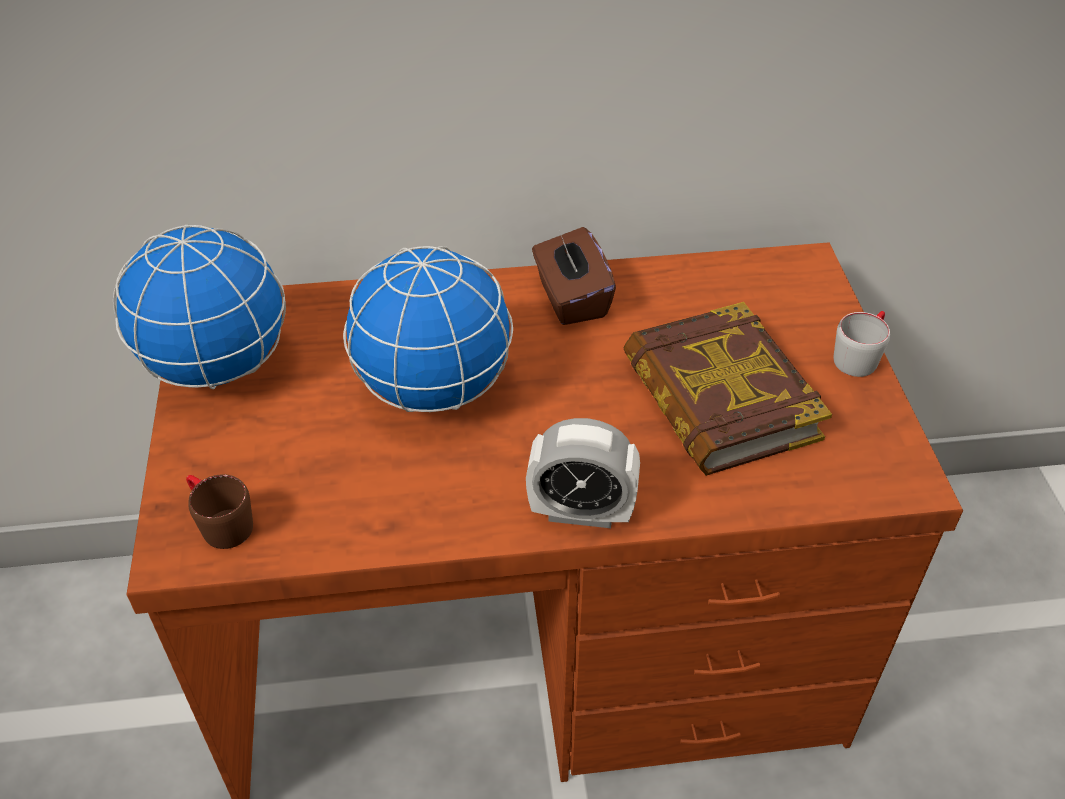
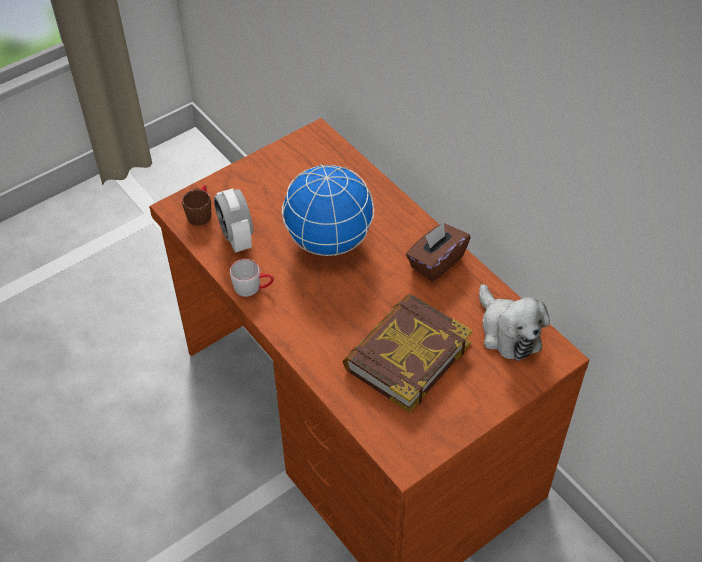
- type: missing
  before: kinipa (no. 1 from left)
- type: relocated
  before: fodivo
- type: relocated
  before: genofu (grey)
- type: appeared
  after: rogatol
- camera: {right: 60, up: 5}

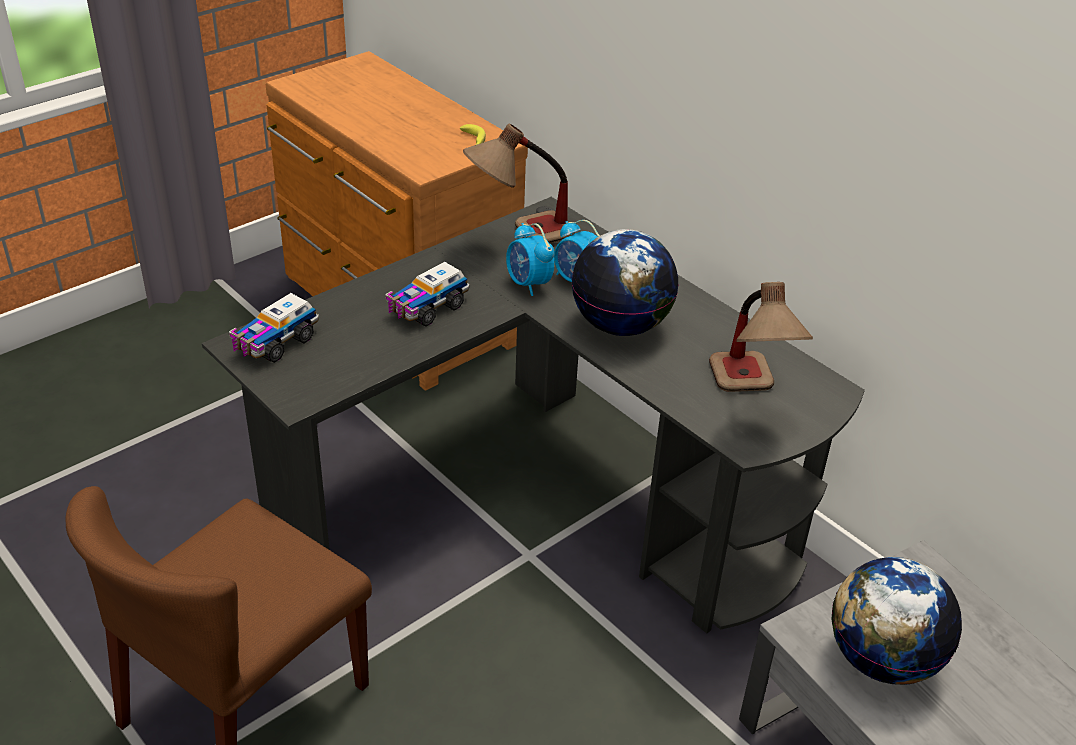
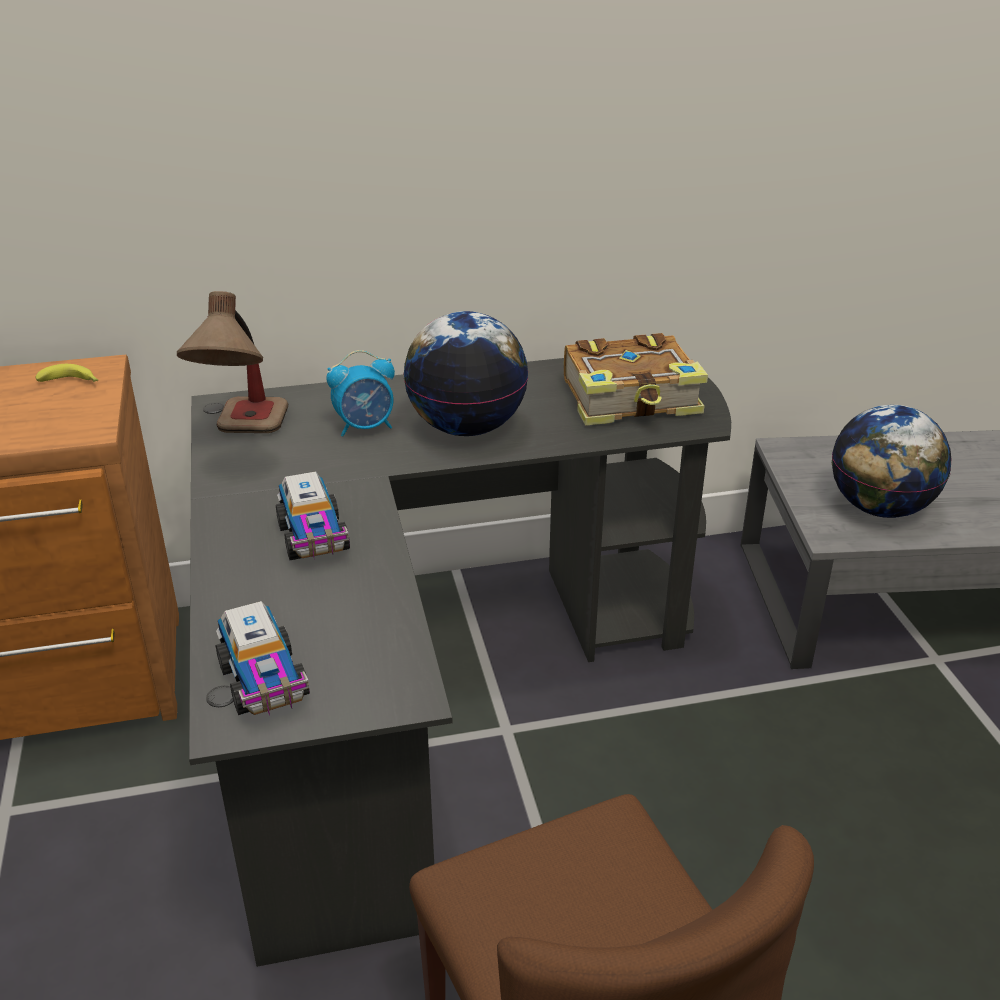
- type: missing
  before: fodivo (no. 1 from left)
- type: exchanged
  before: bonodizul (no. 2 from left)
  after: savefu
- camera: {right: -60, up: -5}

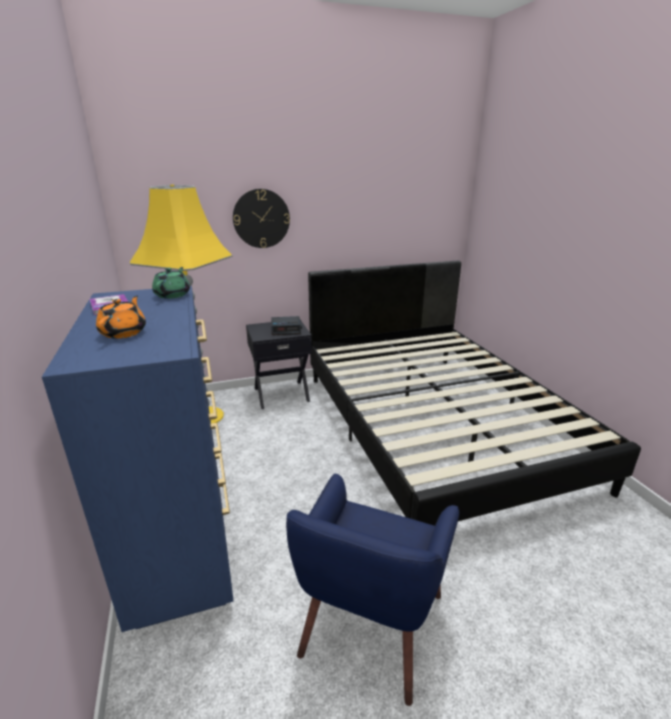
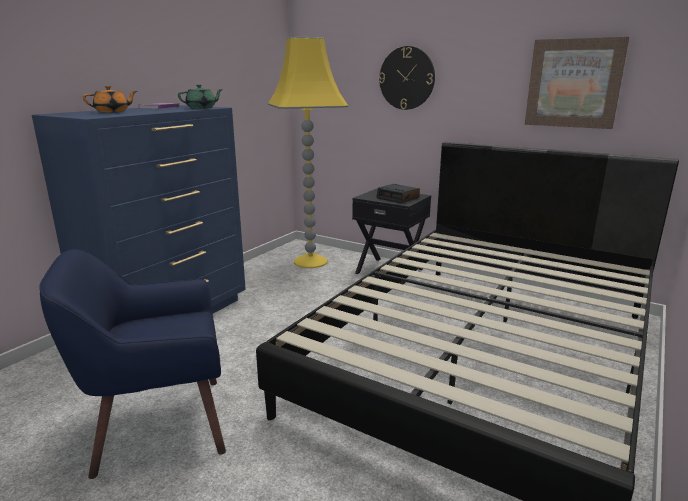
- type: appeared
  after: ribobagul
- camera: {right: 50, up: -5}

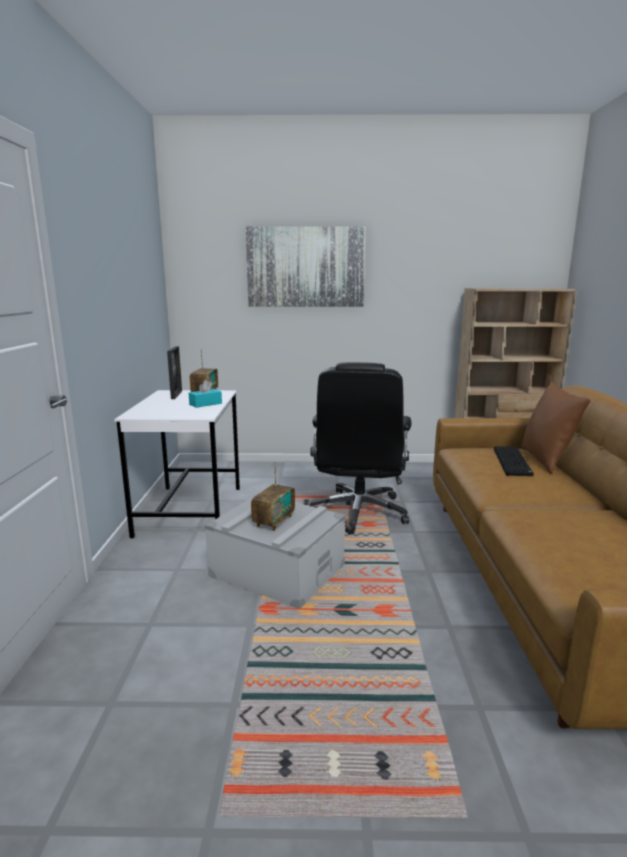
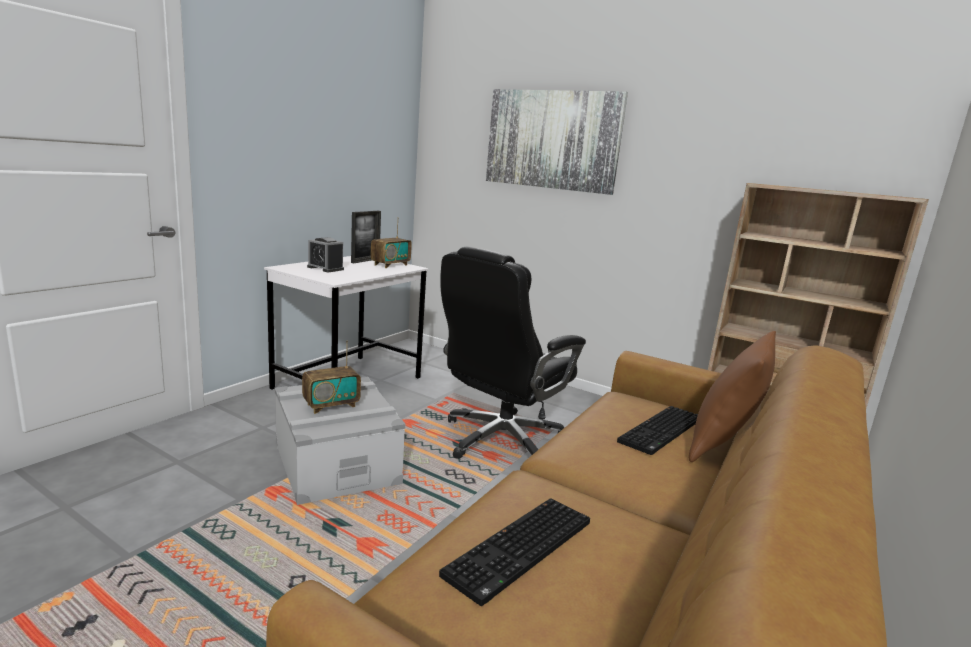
- type: missing
  before: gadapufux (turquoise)
- type: appeared
  after: fodivo
- type: appeared
  after: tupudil (no. 1 from left)
- camera: {right: 30, up: 0}

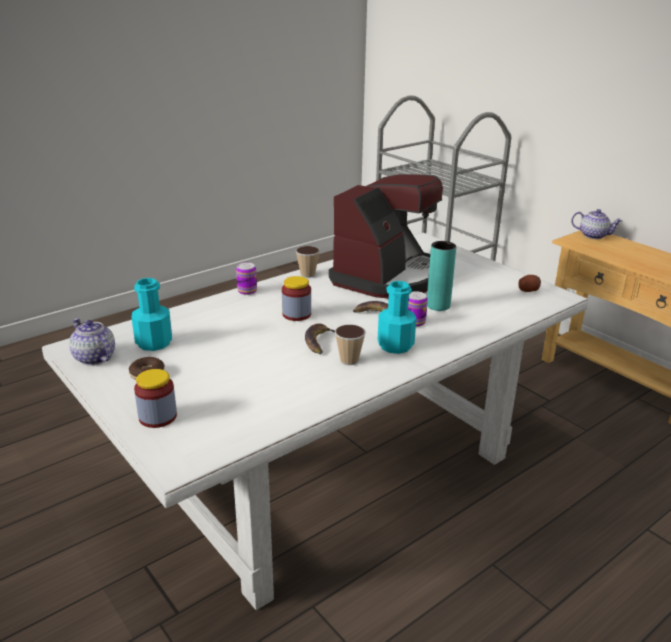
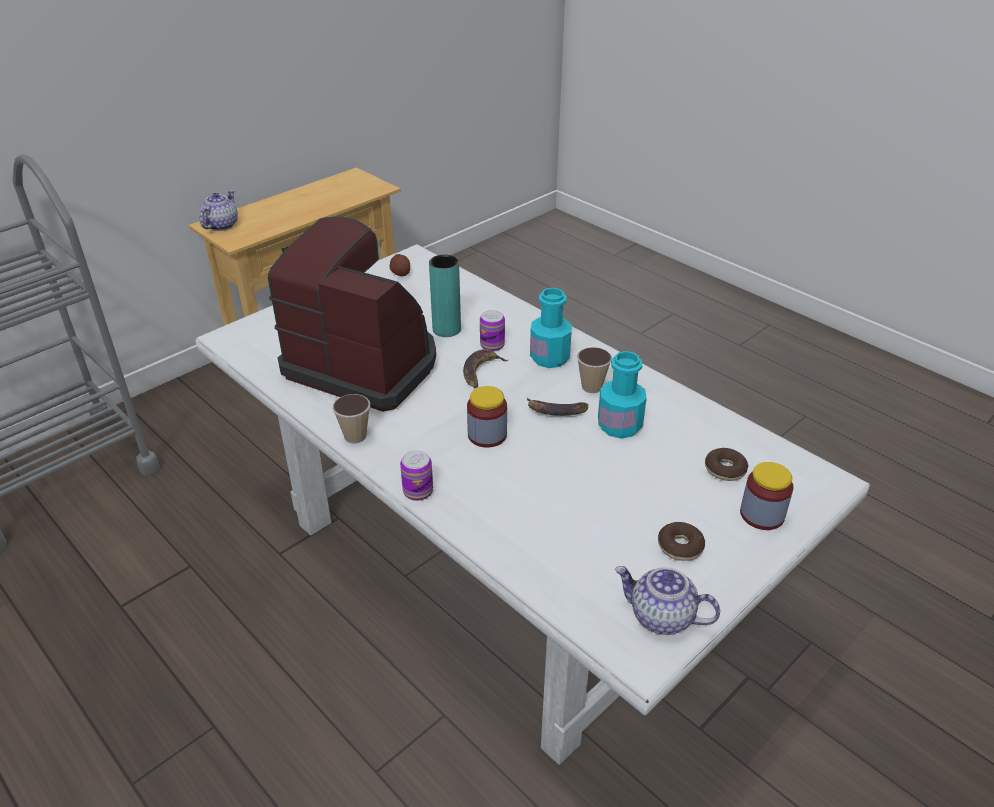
- type: spun
  before: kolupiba (no. 1 from left in the first image)
  turn: 75
- type: relocated
  before: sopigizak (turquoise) (no. 1 from left in the first image)
  after: sopigizak (turquoise) (no. 2 from left)
- type: appeared
  after: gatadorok (no. 2 from left)
- camera: {right: -95, up: 10}

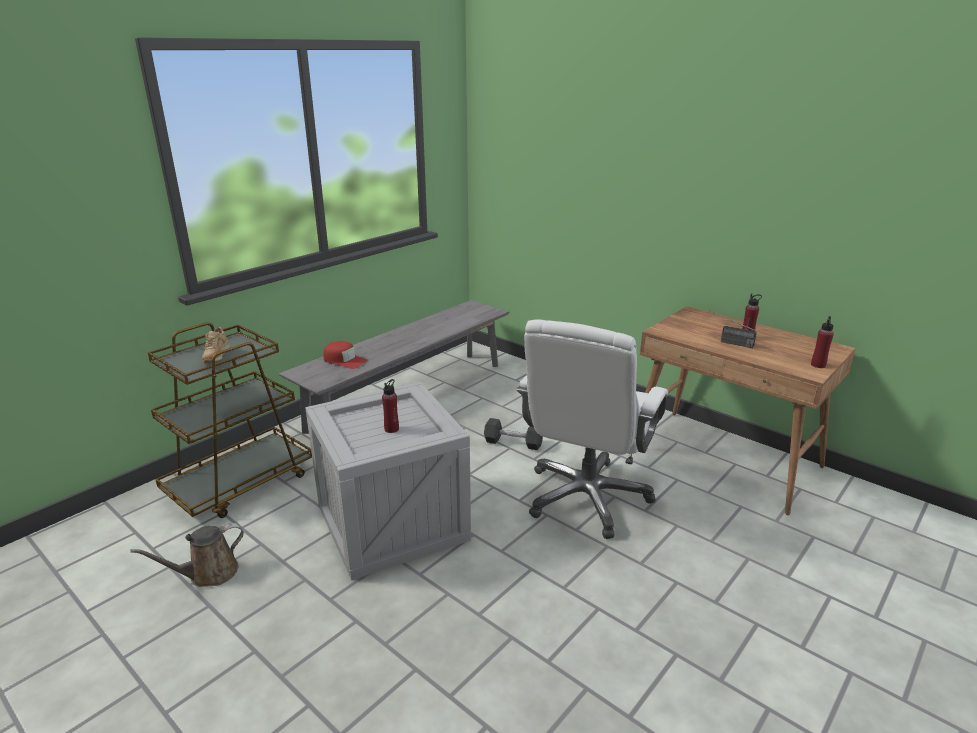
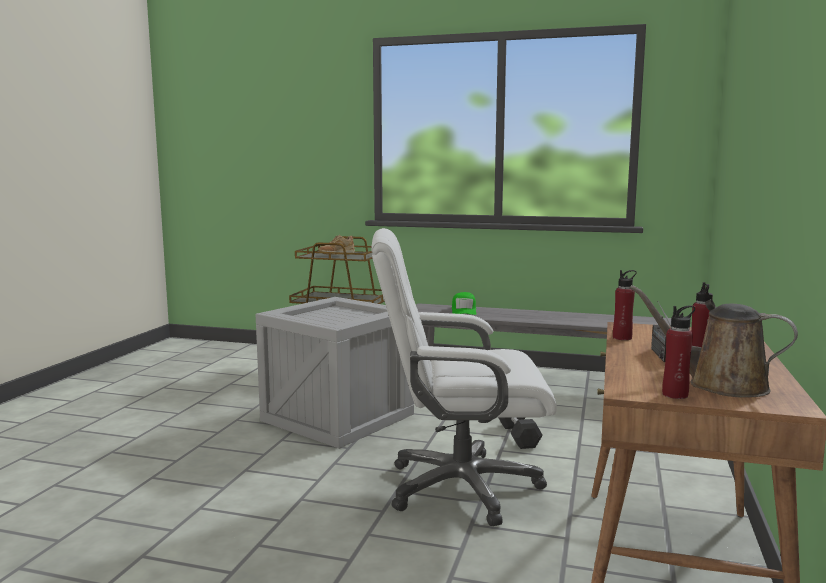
- type: relocated
  before: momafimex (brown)
- type: colour
  before: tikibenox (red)
  after: tikibenox (green)
- type: relocated
  before: sopigizak (red) (no. 1 from left)
- camera: {right: 65, up: -15}

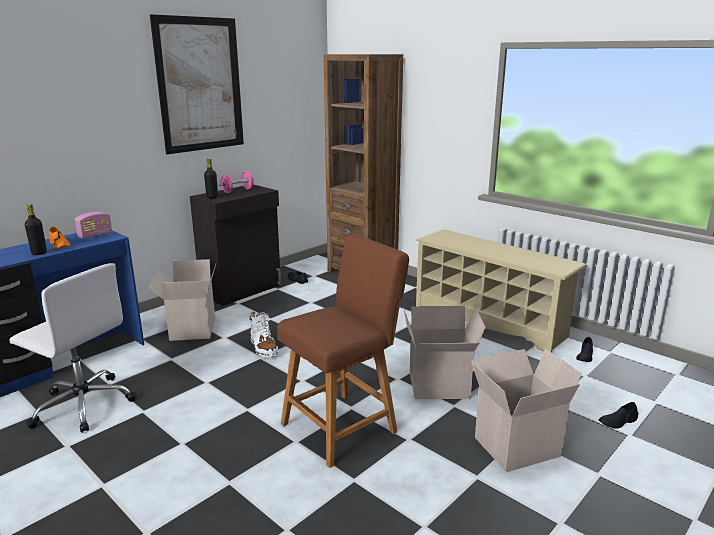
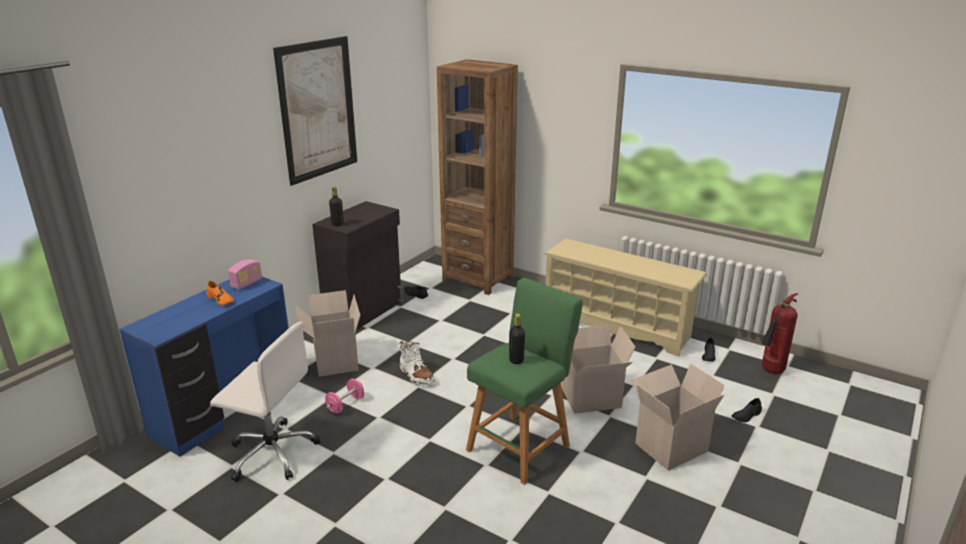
- type: relocated
  before: sopigizak (black) (no. 1 from left in the first image)
  after: sopigizak (black) (no. 2 from left)
- type: relocated
  before: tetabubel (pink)
- type: colour
  before: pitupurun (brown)
  after: pitupurun (green)
- type: appeared
  after: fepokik
- camera: {right: -10, up: 5}

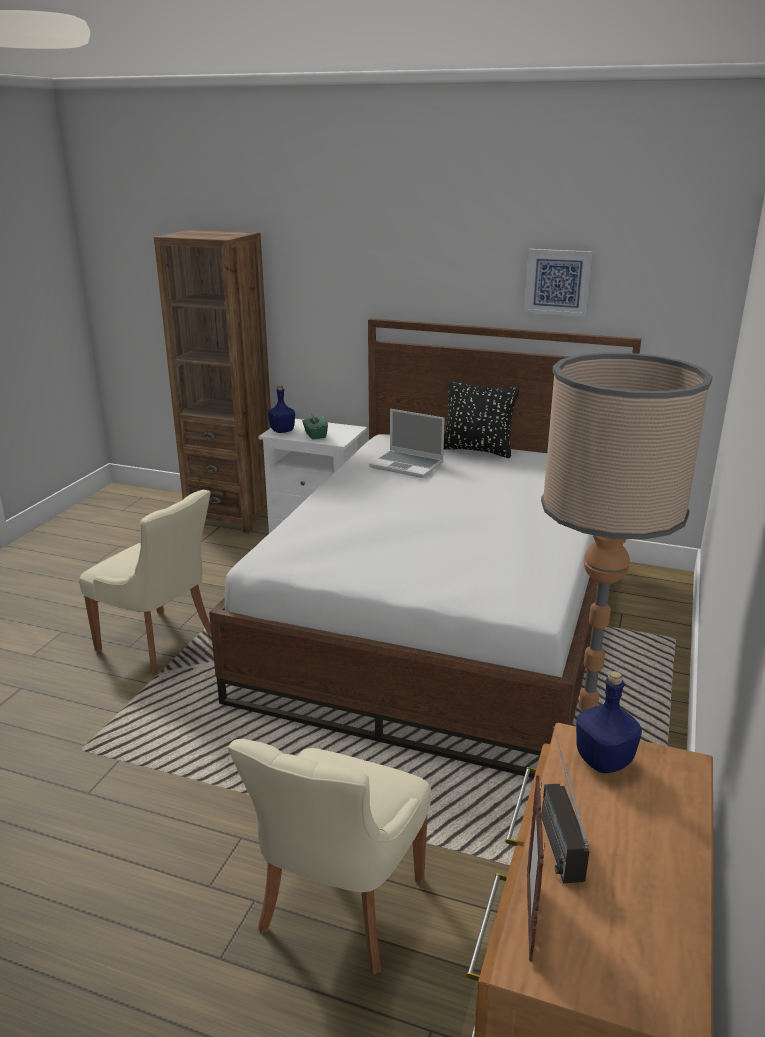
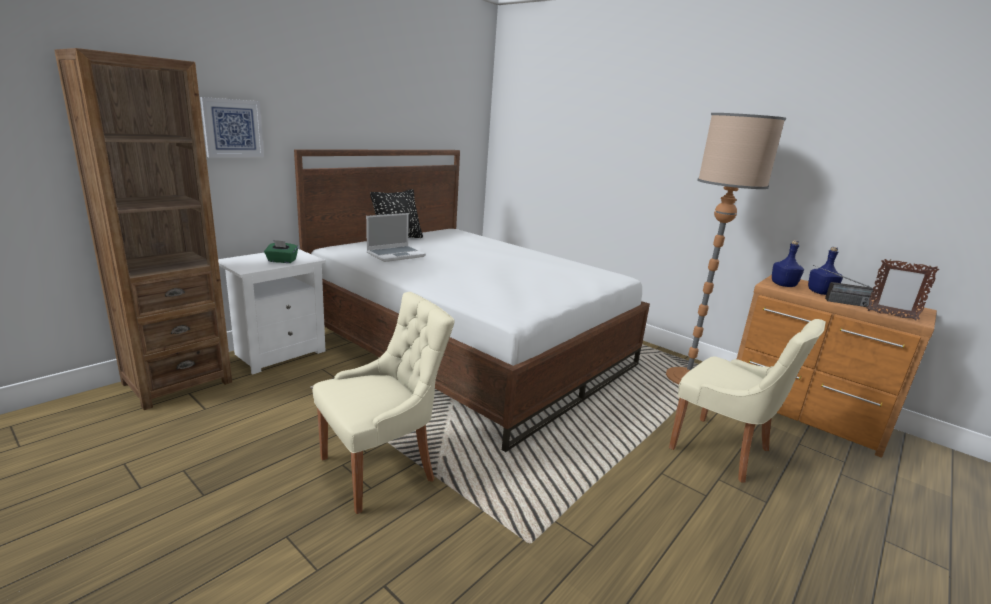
- type: relocated
  before: sopigizak (blue) (no. 1 from left in the first image)
  after: sopigizak (blue) (no. 2 from left)
- type: relocated
  before: ribobagul
- camera: {right: -70, up: -5}

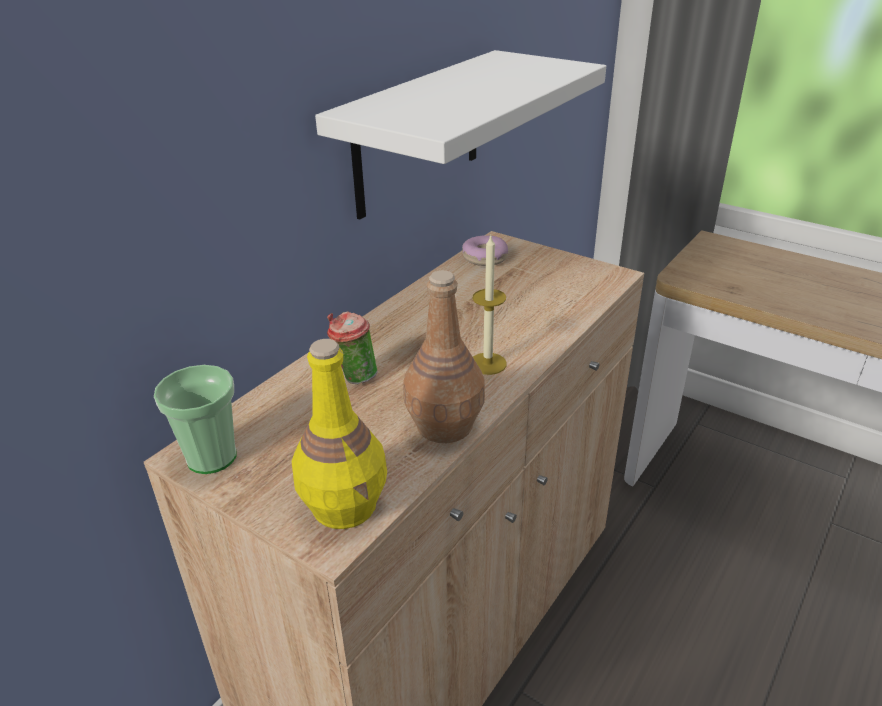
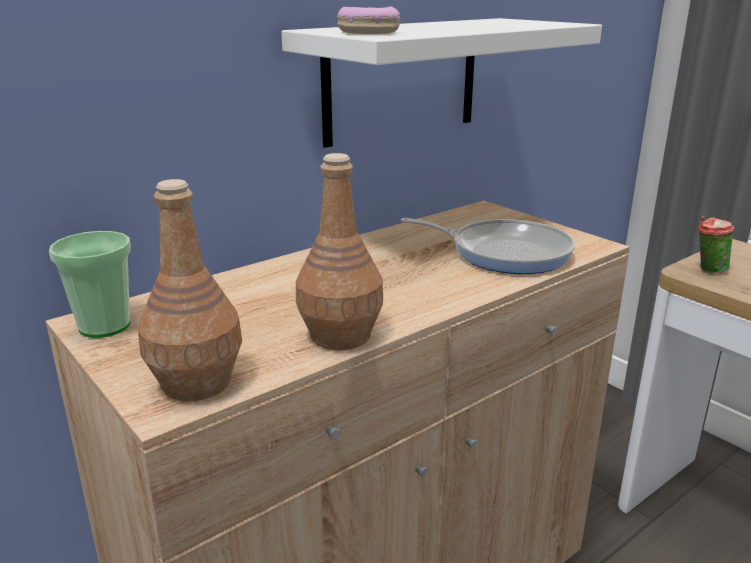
- type: colour
  before: sopigizak (yellow)
  after: sopigizak (brown) (no. 1 from left)
- type: relocated
  before: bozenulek (no. 2 from left)
- type: relocated
  before: gatadorok
- type: missing
  before: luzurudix
- type: appeared
  after: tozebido
- camera: {right: 15, up: -10}

